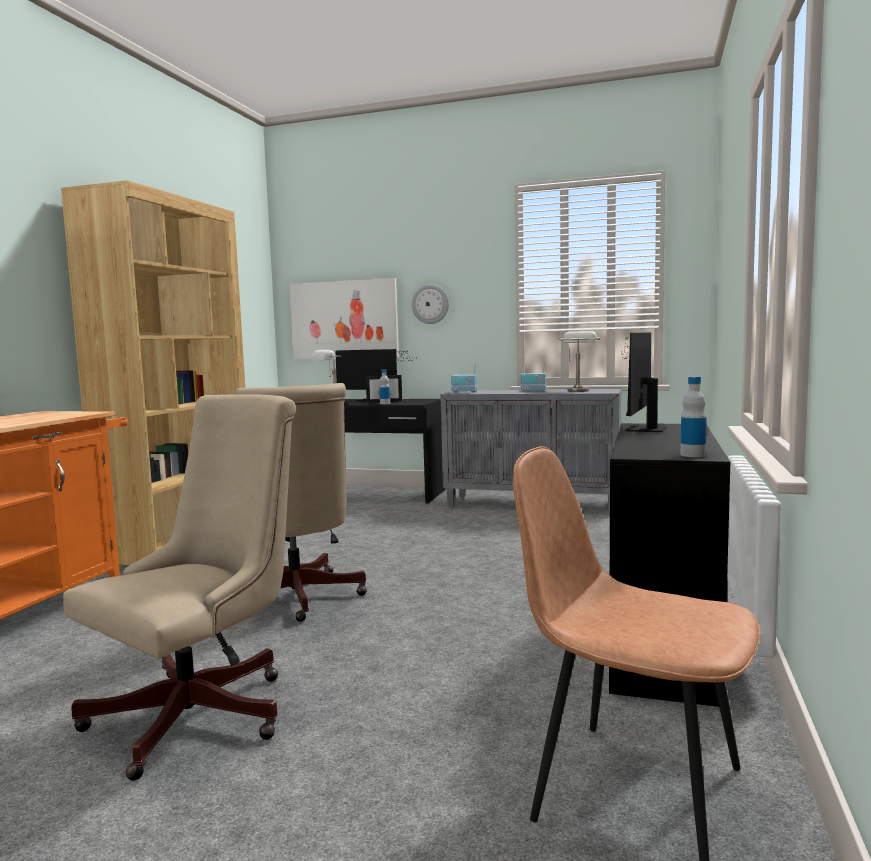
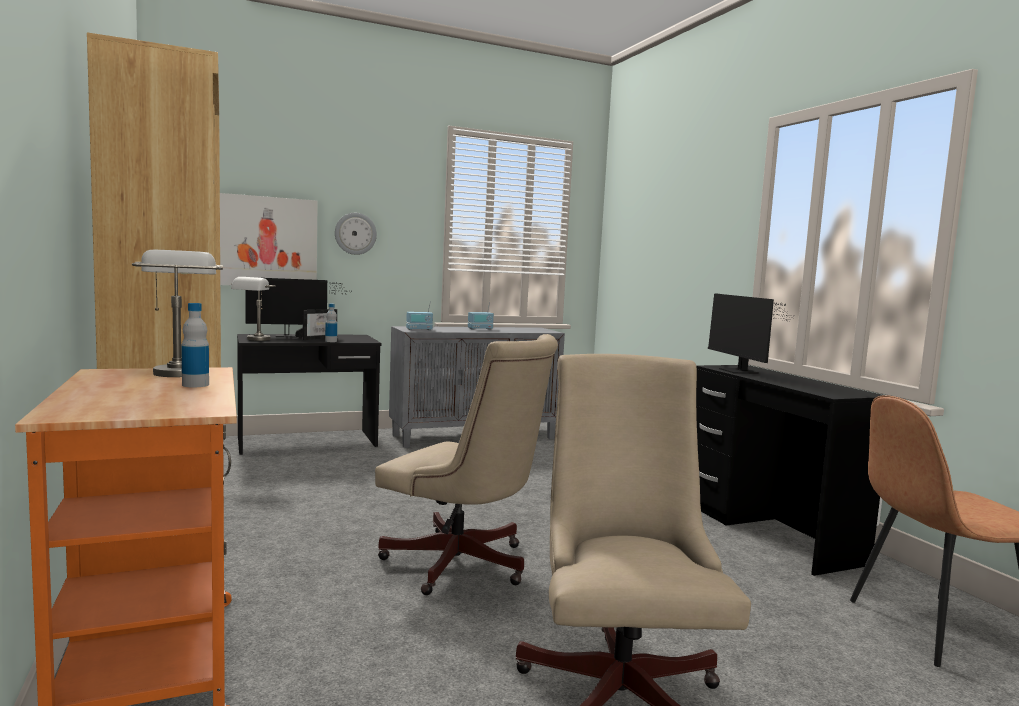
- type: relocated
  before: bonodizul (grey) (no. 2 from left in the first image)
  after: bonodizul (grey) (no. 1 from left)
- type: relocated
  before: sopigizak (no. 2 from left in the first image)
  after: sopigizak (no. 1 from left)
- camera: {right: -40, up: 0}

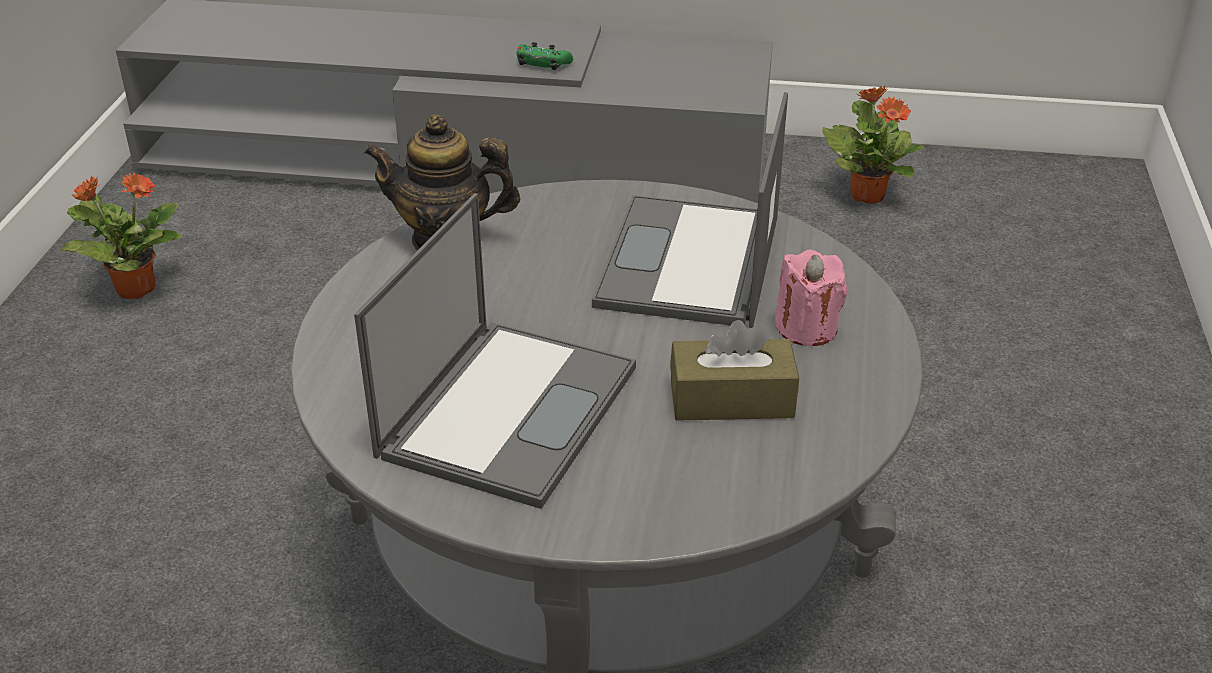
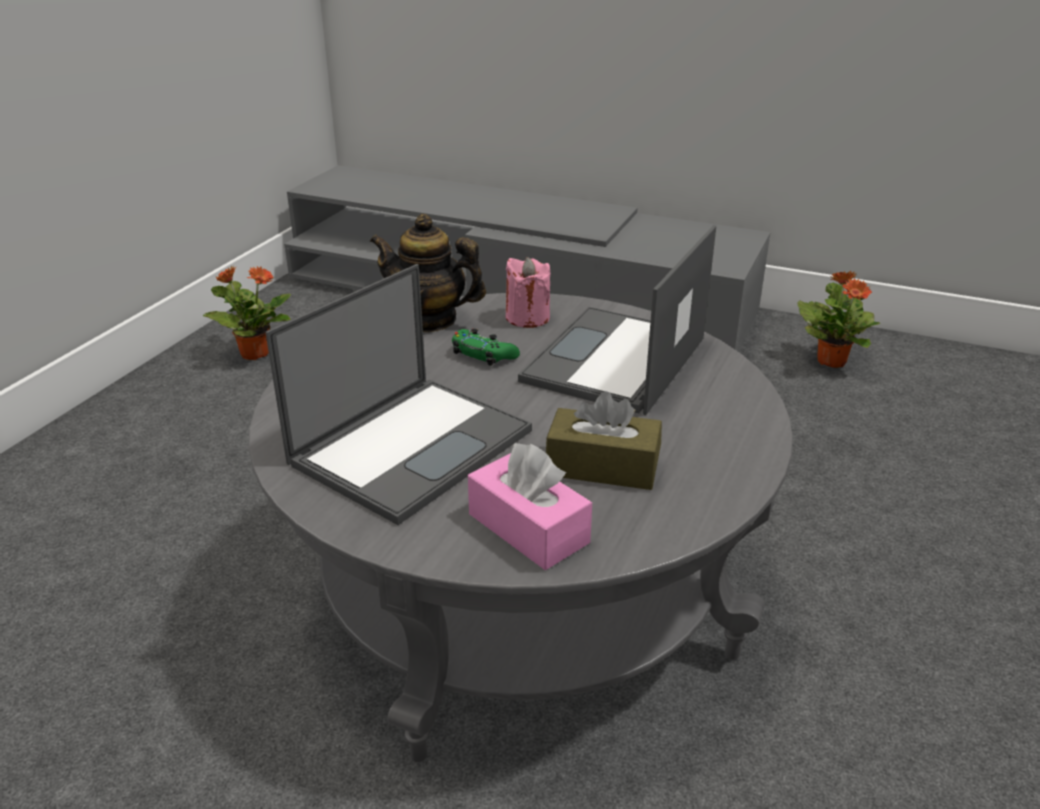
- type: relocated
  before: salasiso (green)
- type: relocated
  before: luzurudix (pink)
- type: appeared
  after: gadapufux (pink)
- camera: {right: 15, up: -5}

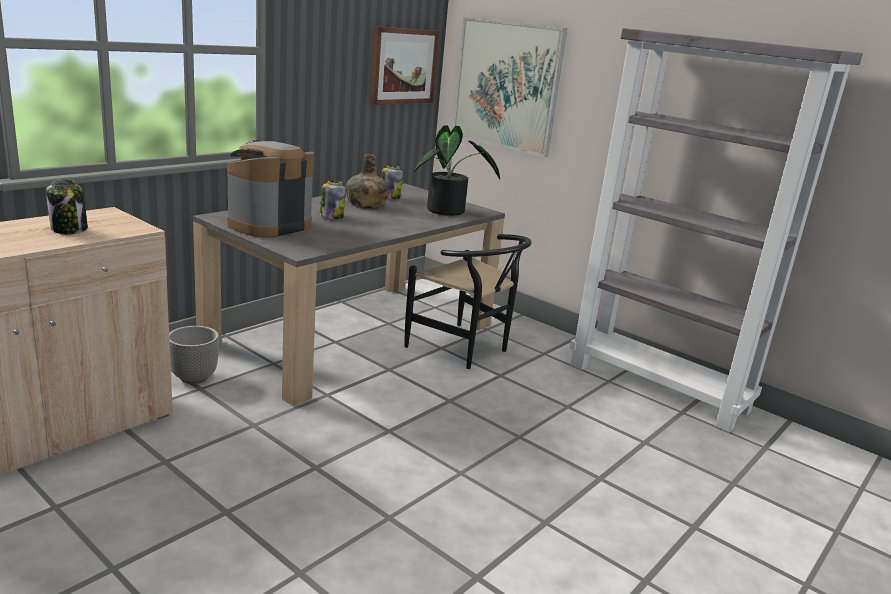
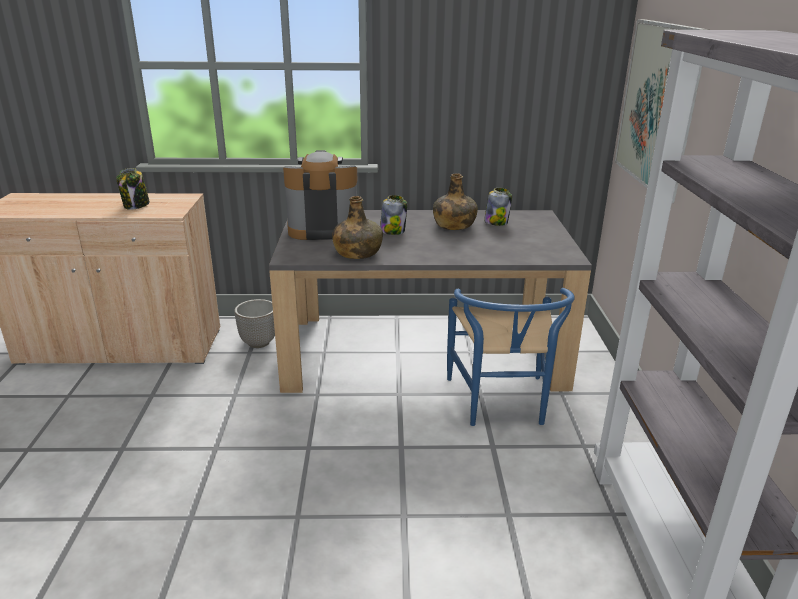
- type: missing
  before: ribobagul (no. 1 from left)
- type: colour
  before: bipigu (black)
  after: bipigu (blue)
- type: missing
  before: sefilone
- type: appeared
  after: sopigizak (green) (no. 1 from left)
- camera: {right: 50, up: 5}

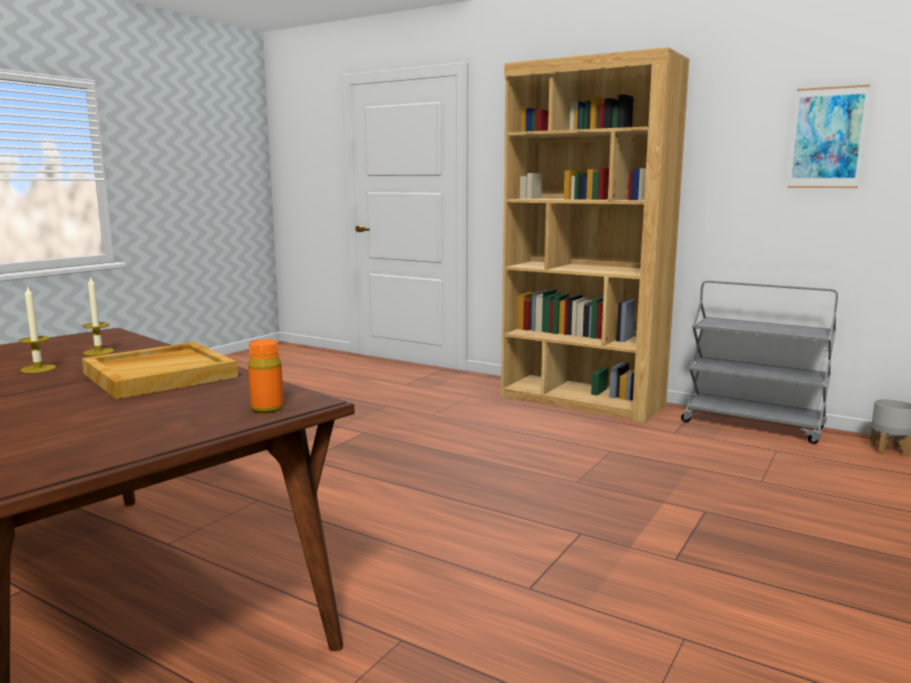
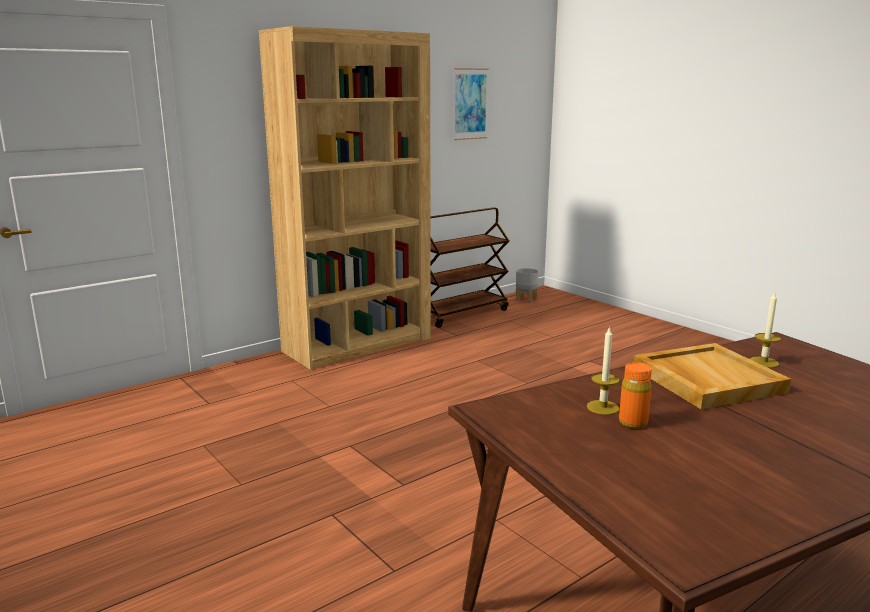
- type: relocated
  before: luzurudix (no. 1 from left in the first image)
  after: luzurudix (no. 2 from left)
- type: relocated
  before: sopigizak (orange)
- type: colour
  before: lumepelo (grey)
  after: lumepelo (brown)
- camera: {right: -70, up: 5}

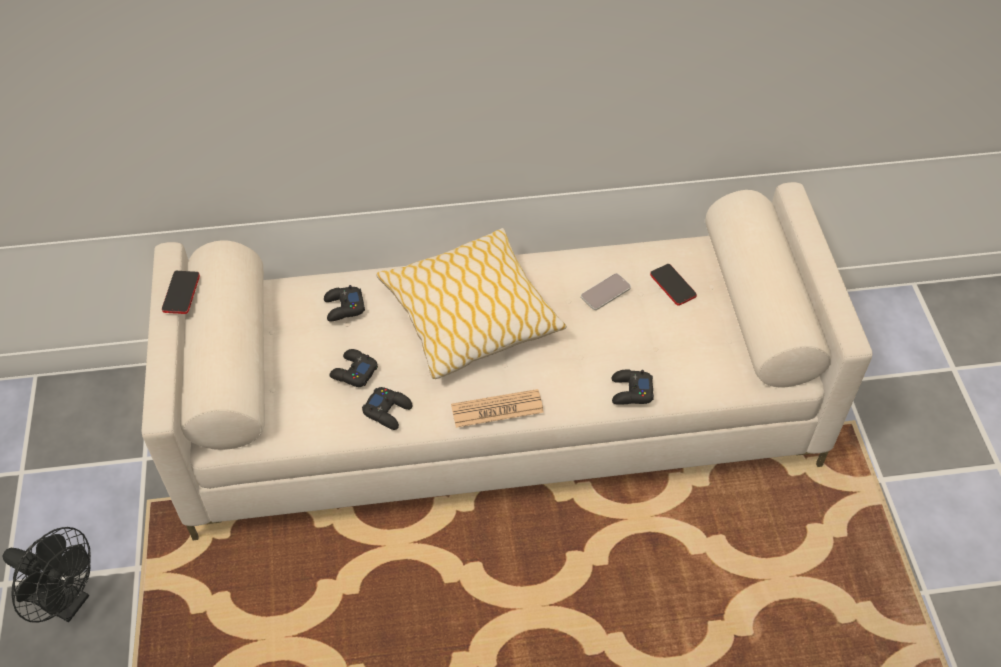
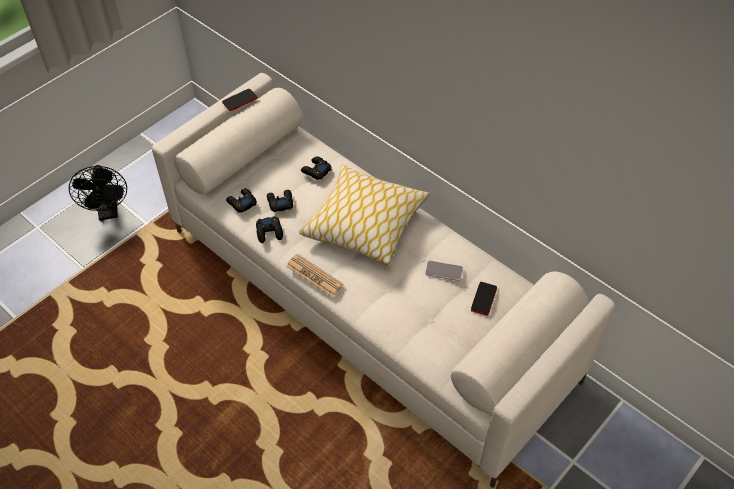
- type: relocated
  before: salasiso (black) (no. 4 from left in the first image)
  after: salasiso (black) (no. 1 from left)
- camera: {right: 50, up: 0}

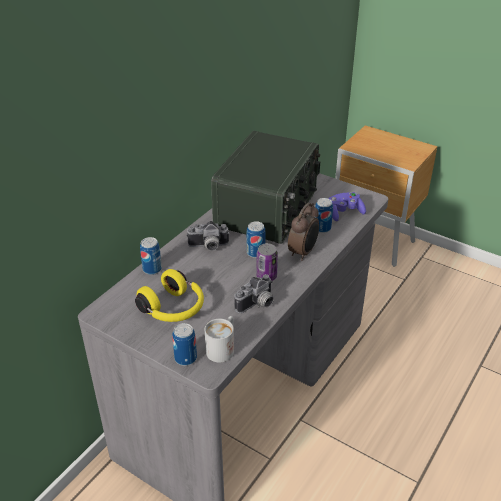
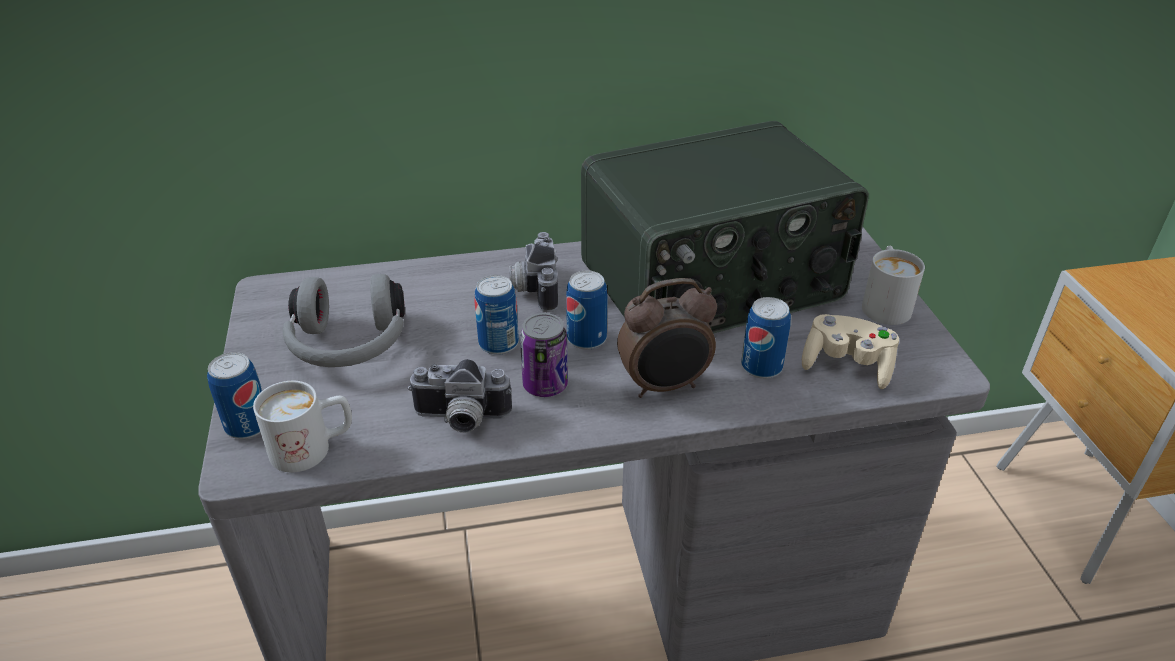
- type: colour
  before: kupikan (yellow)
  after: kupikan (grey)
- type: relocated
  before: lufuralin (no. 1 from left in the first image)
  after: lufuralin (no. 2 from left)
- type: spun
  before: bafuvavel (no. 1 from left in the first image)
  turn: 45
- type: colour
  before: salasiso (purple)
  after: salasiso (beige)
- type: appeared
  after: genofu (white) (no. 2 from left)
- camera: {right: 45, up: 0}

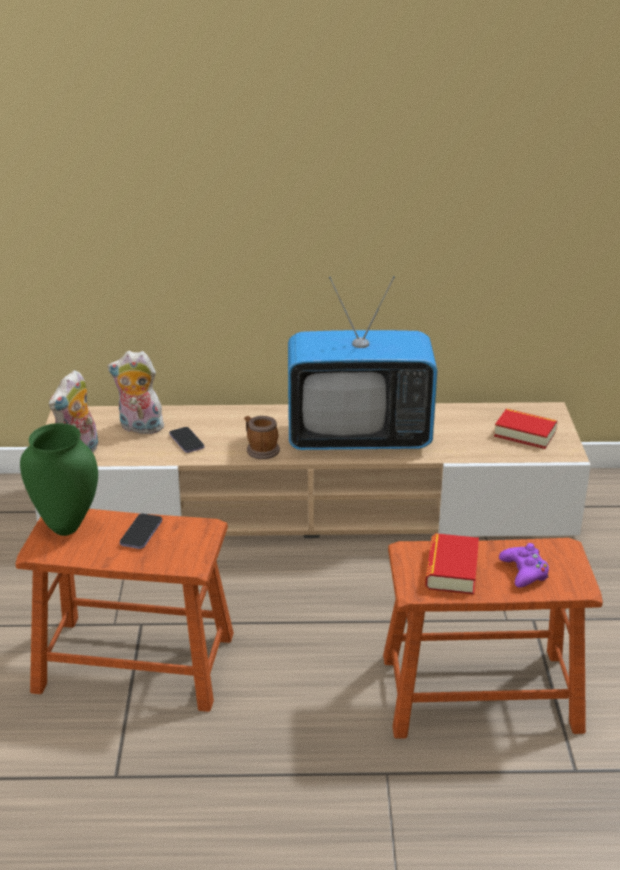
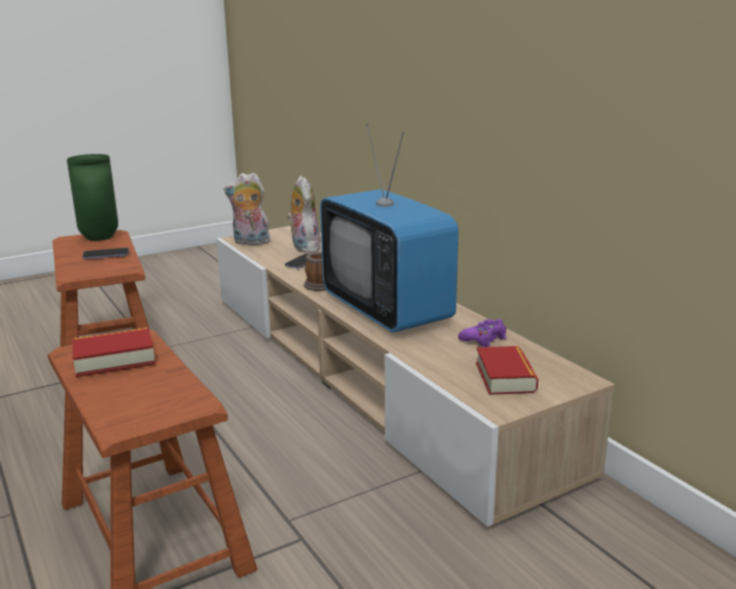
- type: relocated
  before: salasiso (purple)
- camera: {right: 60, up: -10}

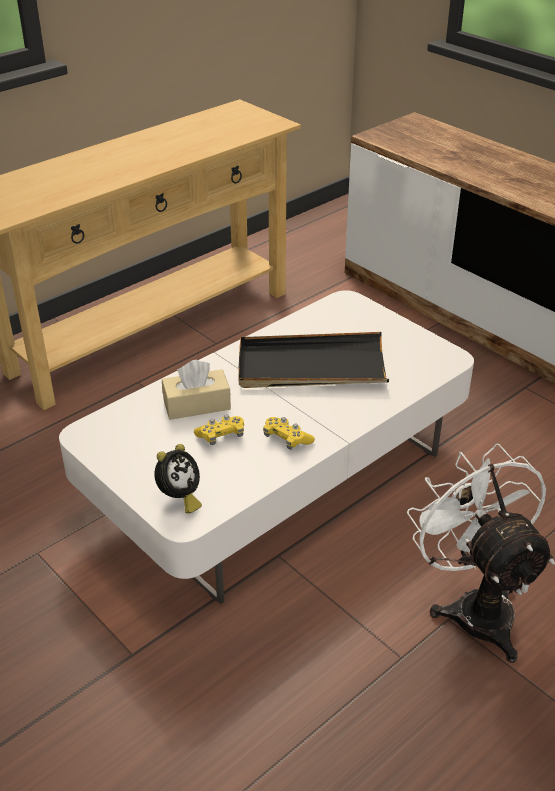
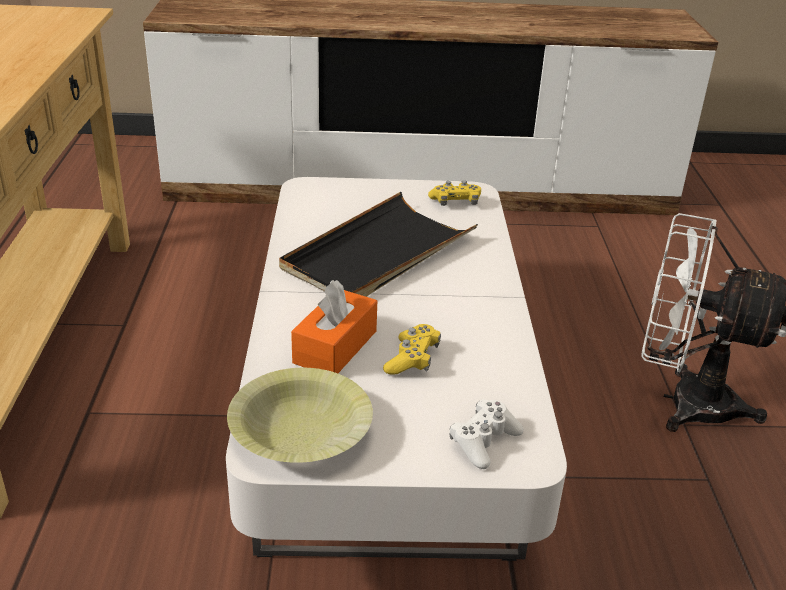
- type: exchanged
  before: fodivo
  after: salasiso (white)
- type: colour
  before: gadapufux (beige)
  after: gadapufux (orange)
- type: relocated
  before: salasiso (yellow) (no. 2 from left)
- type: appeared
  after: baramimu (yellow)
- camera: {right: -50, up: -5}

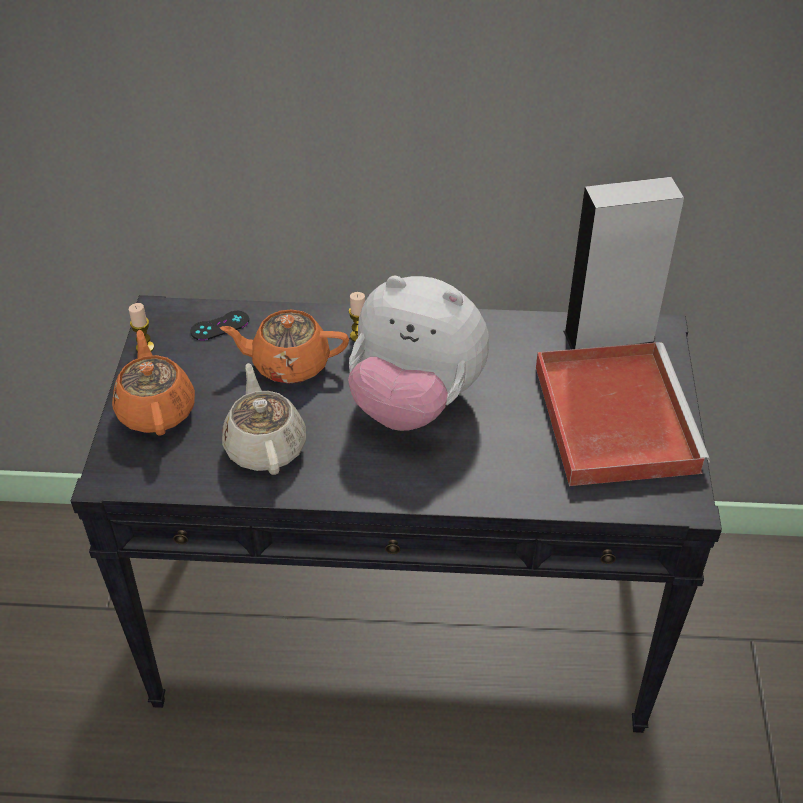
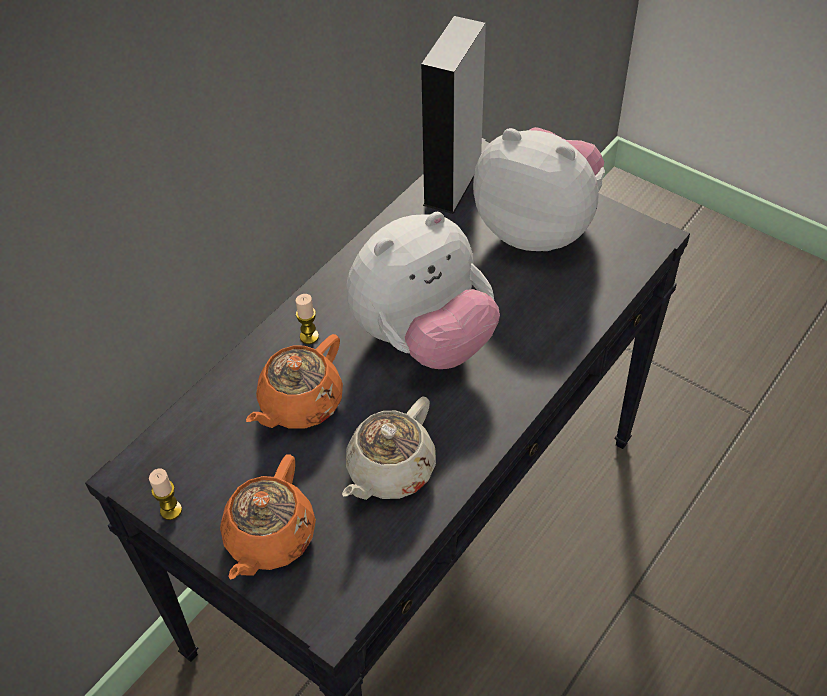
- type: spun
  before: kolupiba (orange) (no. 1 from left)
  turn: -90
- type: missing
  before: salasiso (black)
- type: spun
  before: kolupiba (beige)
  turn: -75
- type: exchanged
  before: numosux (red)
  after: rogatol (no. 2 from left)
- camera: {right: -55, up: 5}

